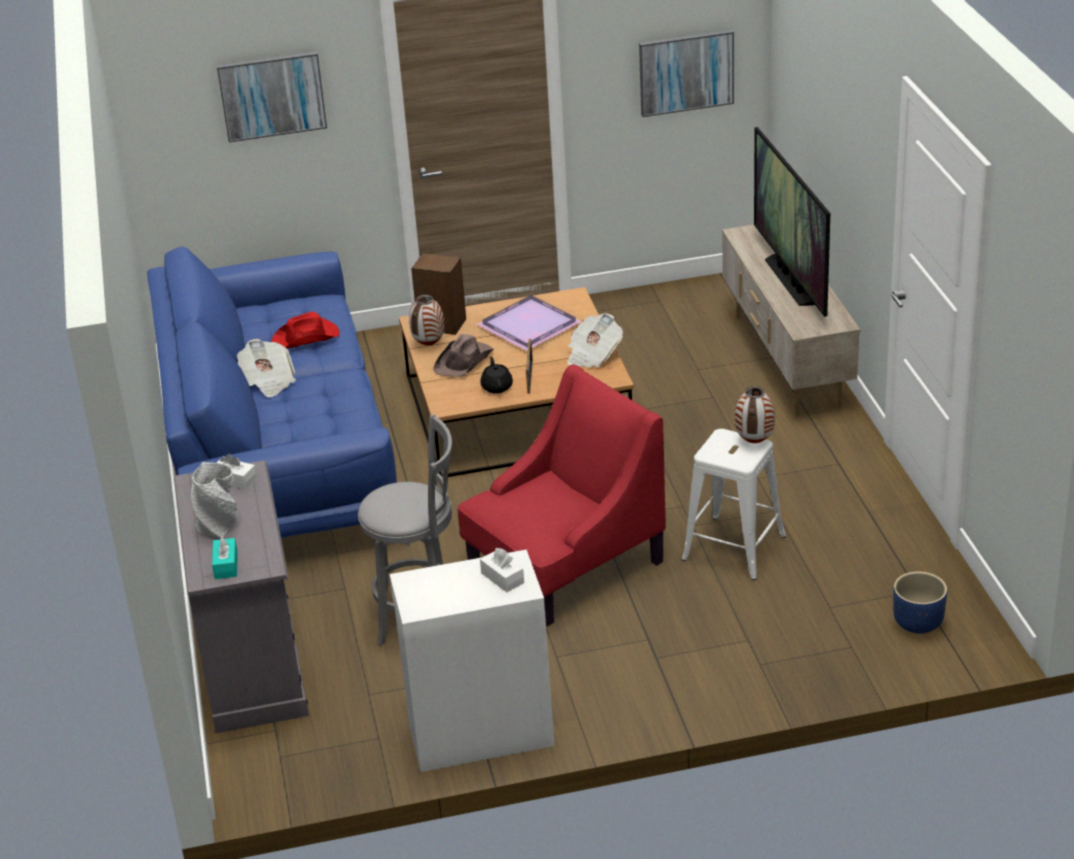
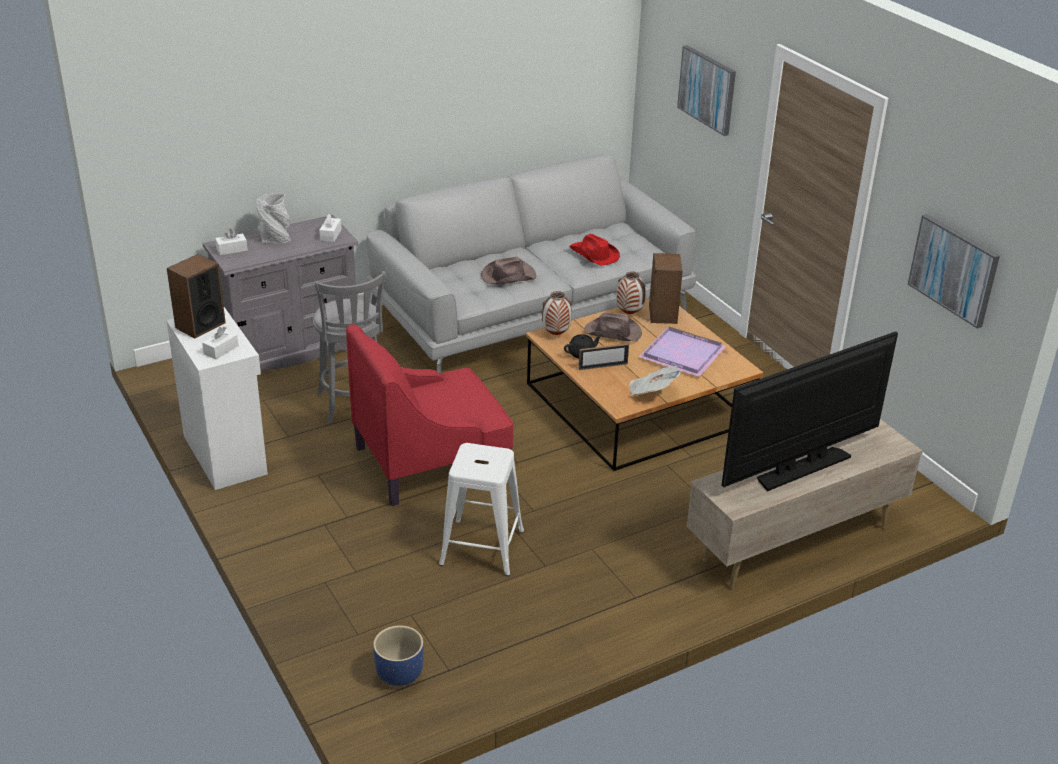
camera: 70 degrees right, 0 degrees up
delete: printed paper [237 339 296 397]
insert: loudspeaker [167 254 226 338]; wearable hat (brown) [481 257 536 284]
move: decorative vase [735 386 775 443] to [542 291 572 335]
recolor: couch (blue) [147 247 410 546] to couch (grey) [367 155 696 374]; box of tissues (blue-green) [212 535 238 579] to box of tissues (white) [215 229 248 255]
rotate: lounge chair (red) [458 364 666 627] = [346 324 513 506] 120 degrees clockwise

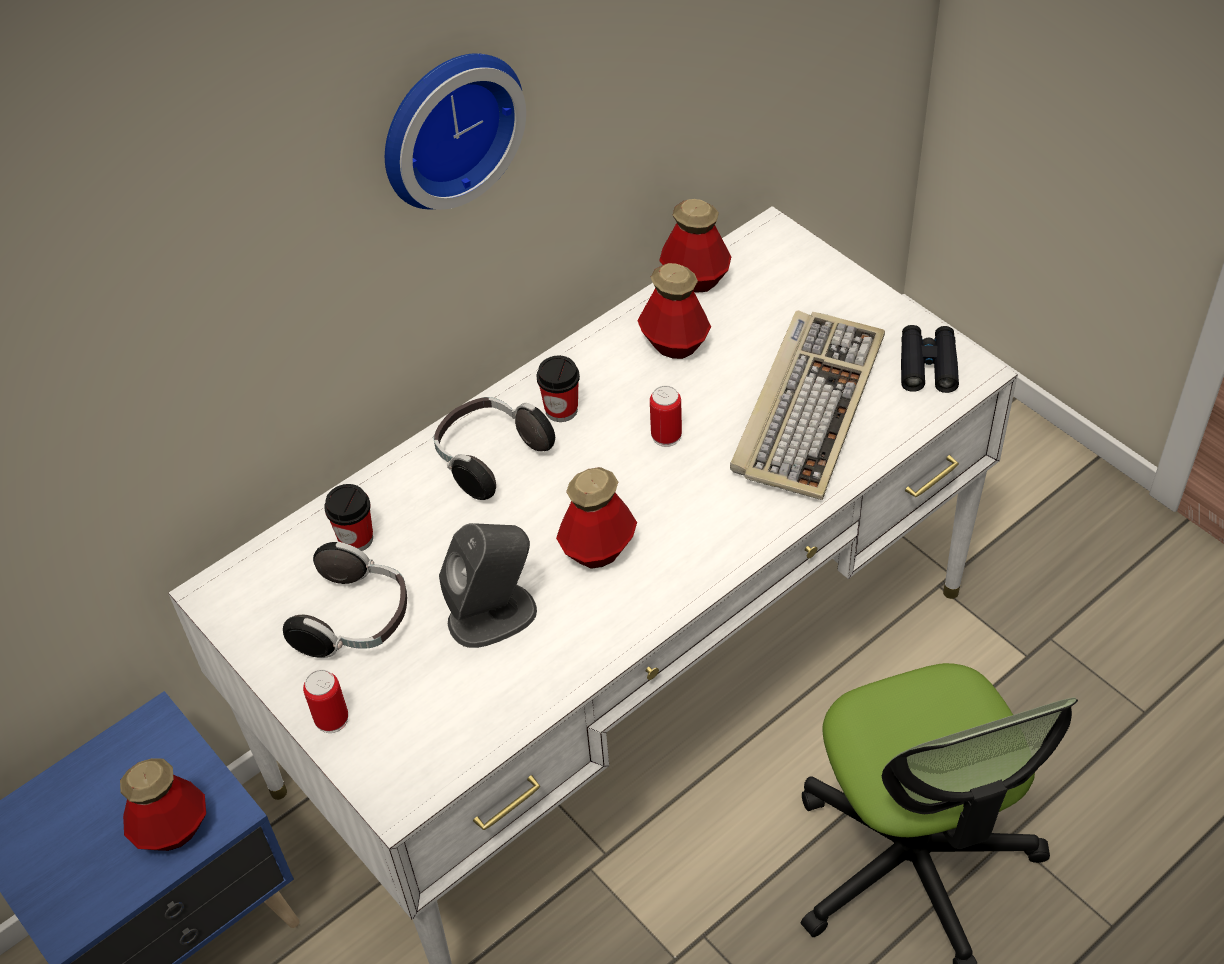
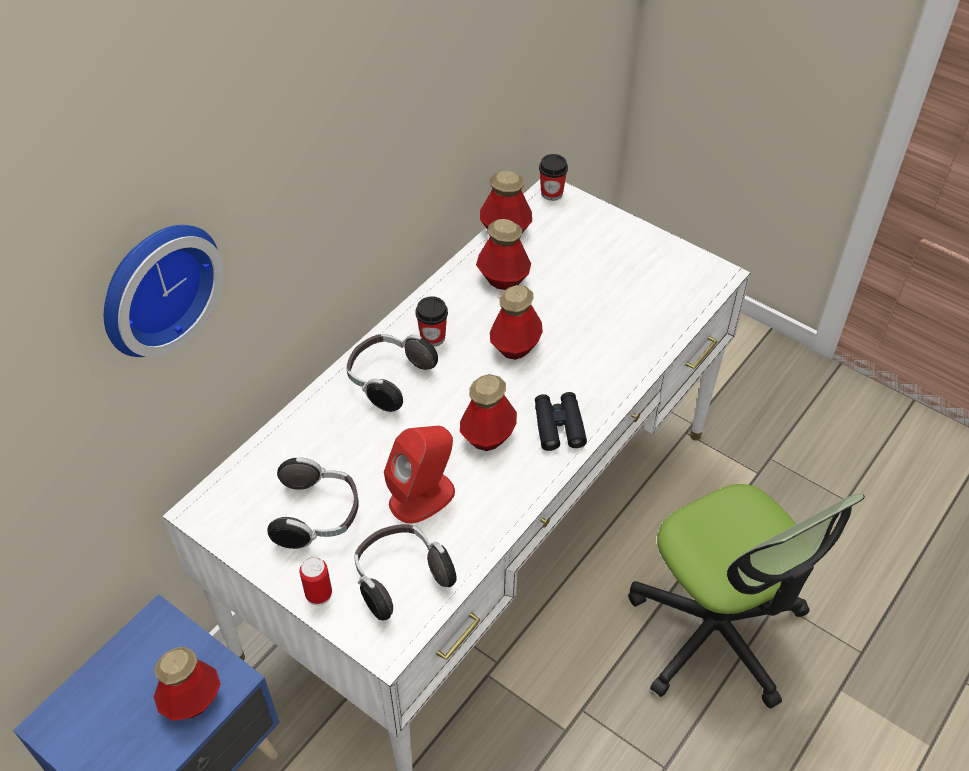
camera: 15 degrees left, 0 degrees up
delete: PC keyboard [730 310 885 500]
insert: headphones [354 524 457 620]
move: clock on the wall [385 53 526 210] to [104 225 223 357]; pair of binoculars (black-coloured) [901 325 959 393] to [535 392 587 451]; drinking cup [324 484 373 551] to [539 154 568 201]
replace: sealed can [650 386 682 447] to drink bottle [490 285 543 360]
recolor: loudspeaker (grey) [439 523 537 648] to loudspeaker (red) [384 426 455 524]

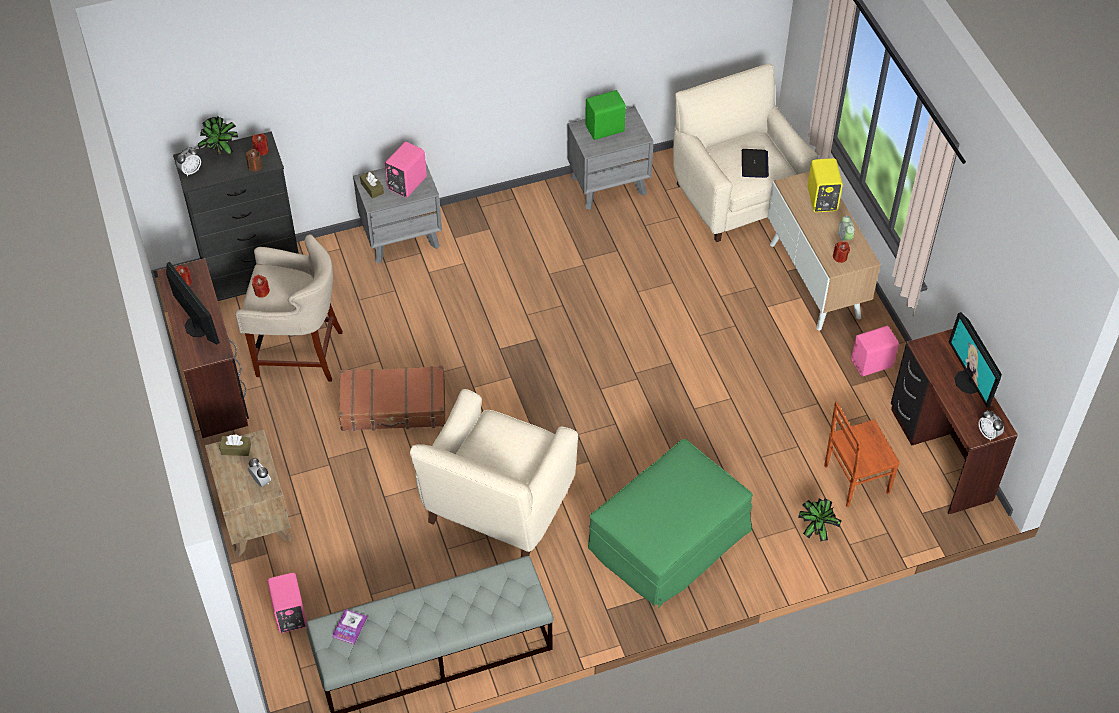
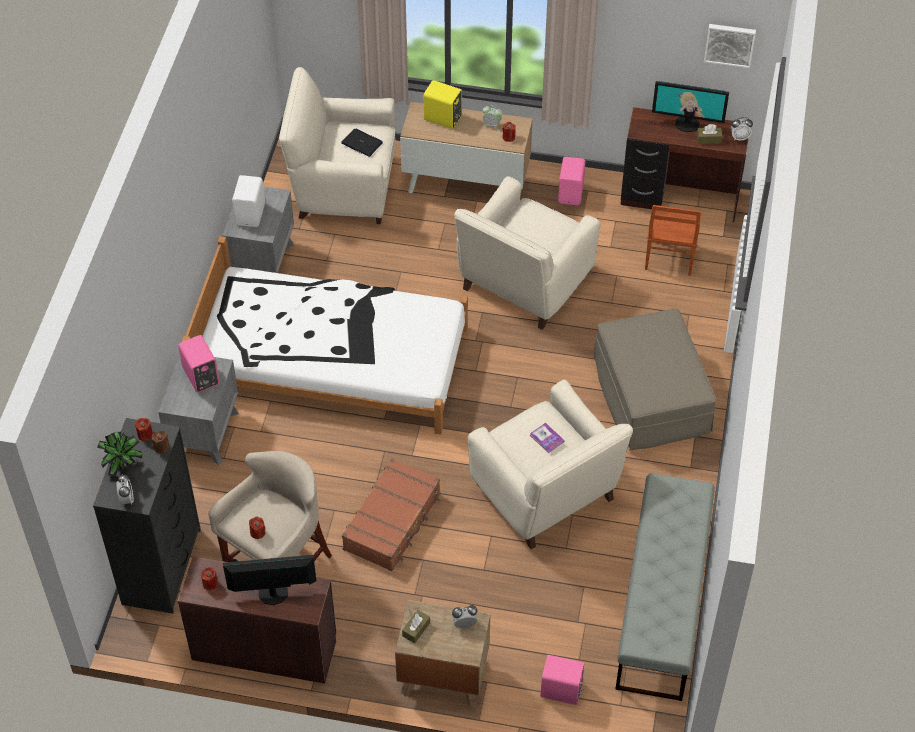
camera: 60 degrees left, 0 degrees up
delete: plant in a pot [798 498 842 542]
insert: wall art [704 24 756 68]; lounge chair (beige-coloured) [454 176 600 330]; sleeping bed (white) [181 236 468 435]
move: box of tissues (brown) [360 171 384 199] to [697 124 723 144]; volume [332 609 368 645] to [530 423 564 453]
recolor: loudspeaker (greenish) [585 90 626 140] to loudspeaker (white) [232 175 265 227]; footrest (greenish) [588 439 753 608] to footrest (beige-coloured) [594 309 716 451]

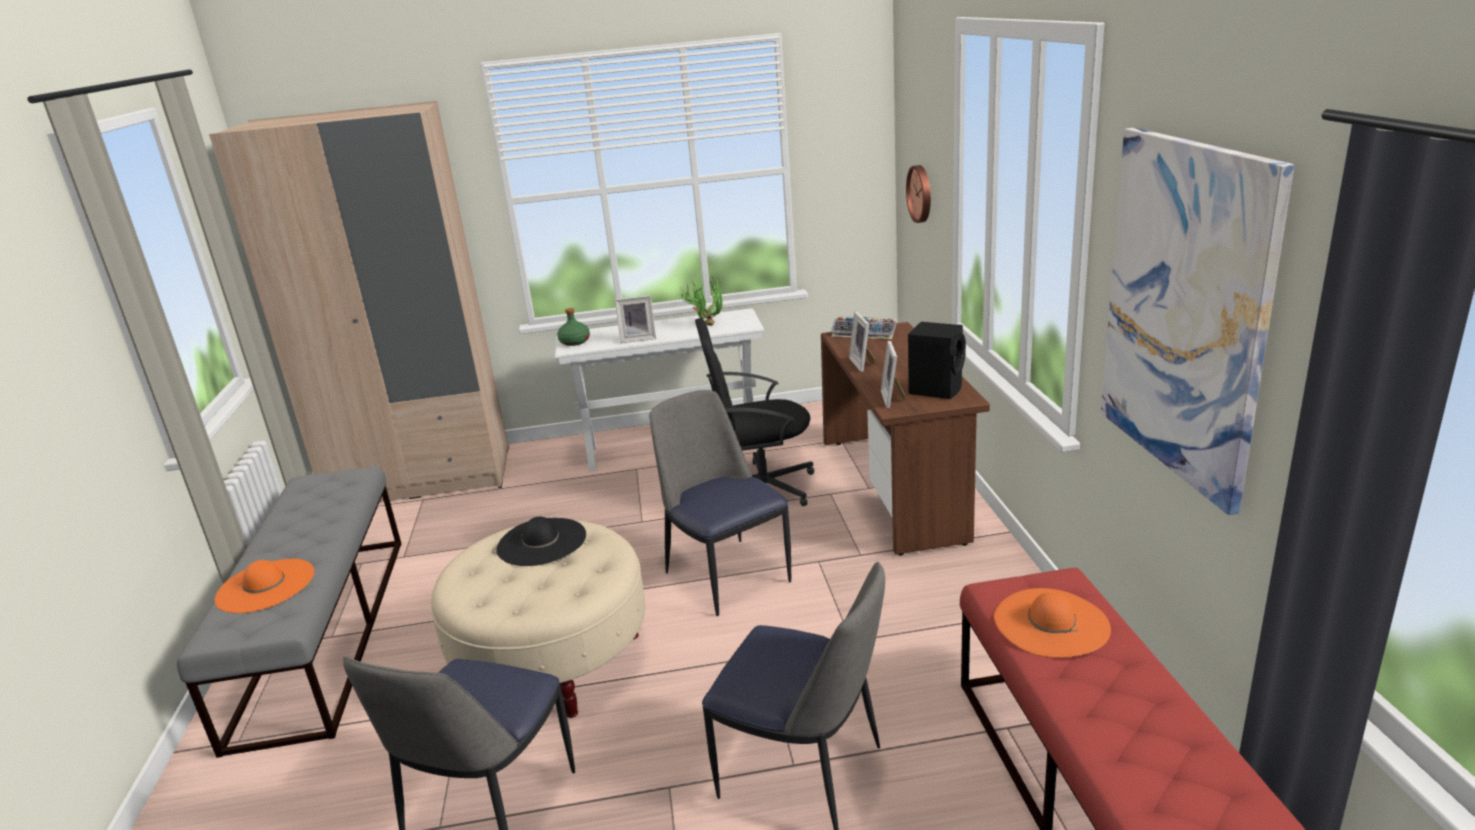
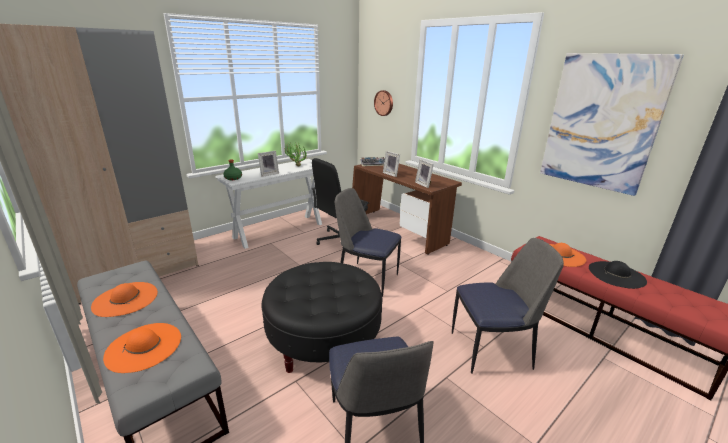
camera: 35 degrees left, 0 degrees up
delete: loudspeaker (black-coloured) [908 322 966 399]
insert: wearable hat (orange-coloured) [91 282 158 317]
move: wearable hat (black-coloured) [496 516 586 566] to [589 261 647 289]
recolor: footrest (beige-coloured) [431 520 645 718] to footrest (black-coloured) [261 262 382 373]

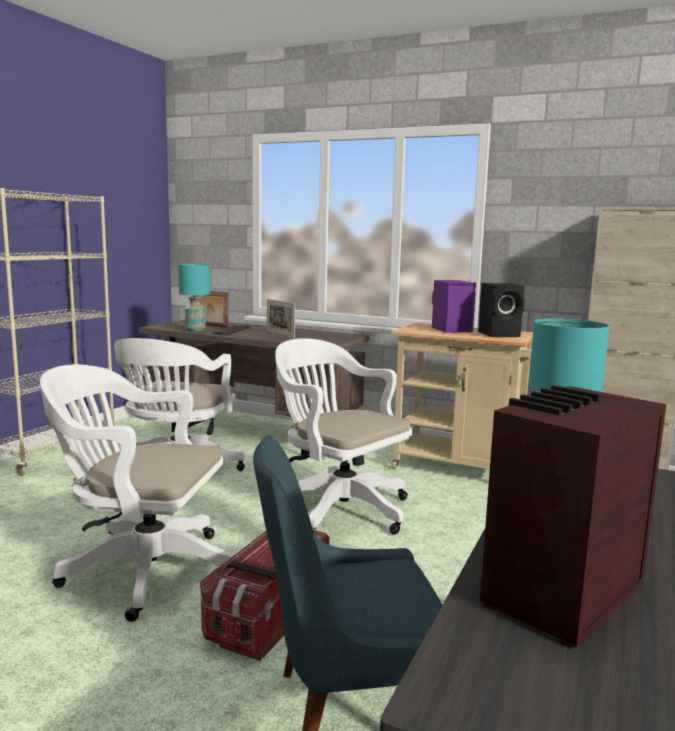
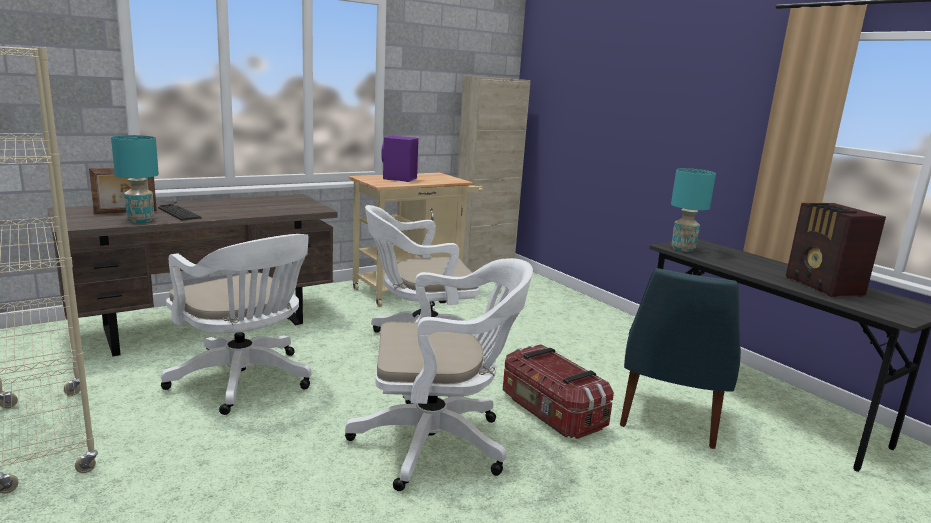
camera: 60 degrees left, 5 degrees up
delete: loudspeaker (black-coloured) [478 283 525 337]; standing frame [267 299 295 338]
rotate: computer chair (white) [40 365 235 622] = [345 258 533 491] 135 degrees counterclockwise

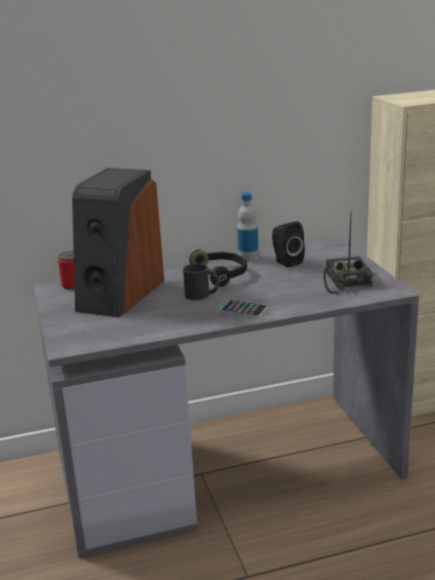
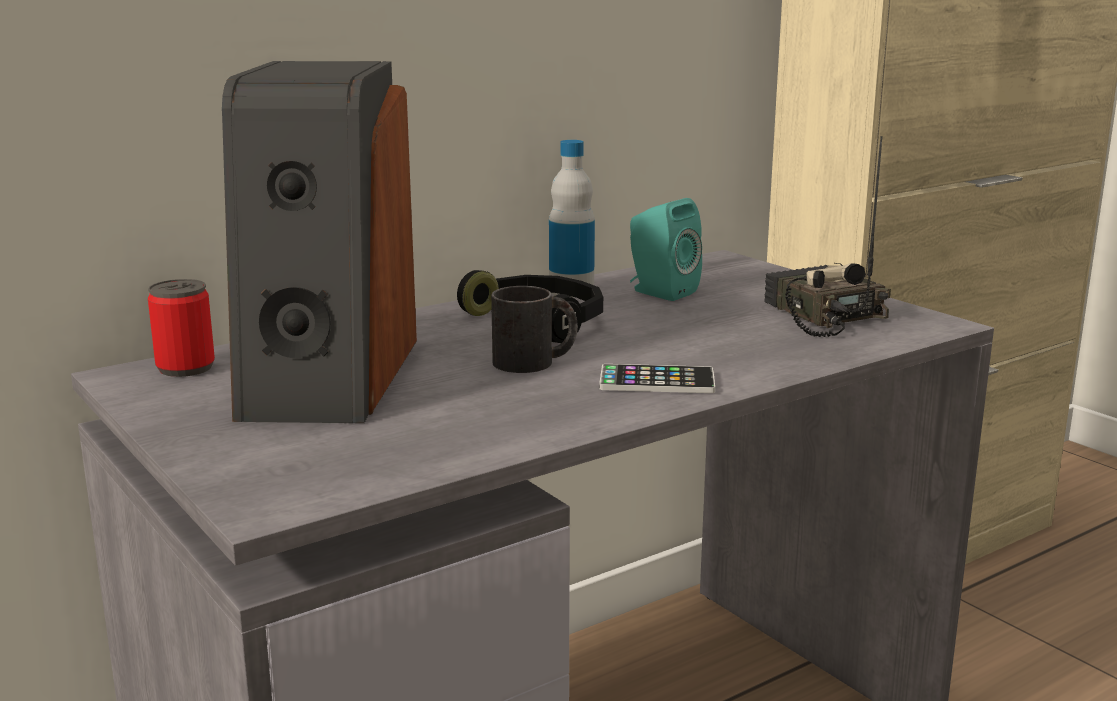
camera: 20 degrees left, 5 degrees down
recolor: loudspeaker (black-coloured) [272 221 305 267] to loudspeaker (blue-green) [630 198 702 301]

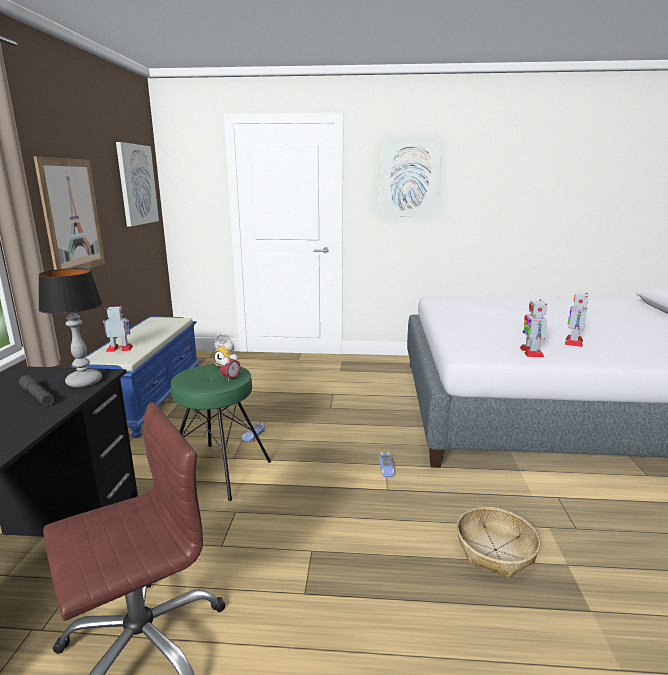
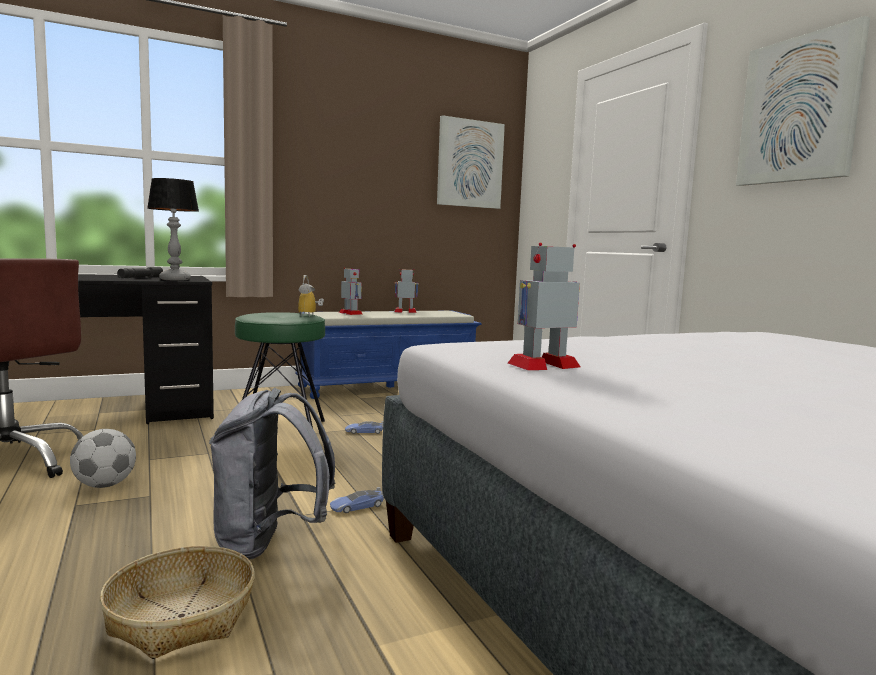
camera: 60 degrees right, 10 degrees down
delete: wall art [33 156 105 270]; bedside clock [220 352 241 381]
insert: backpack (grey) [209 388 335 560]; football [70 429 136 488]
move: toy robot [565 293 588 347] to [394 268 419 313]

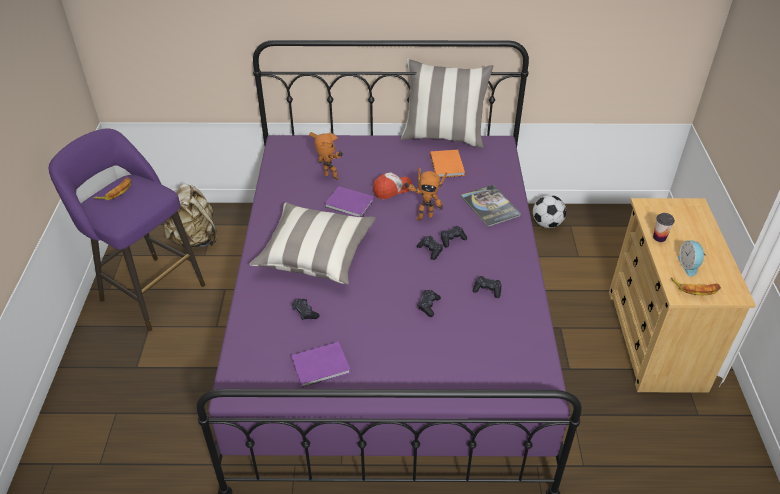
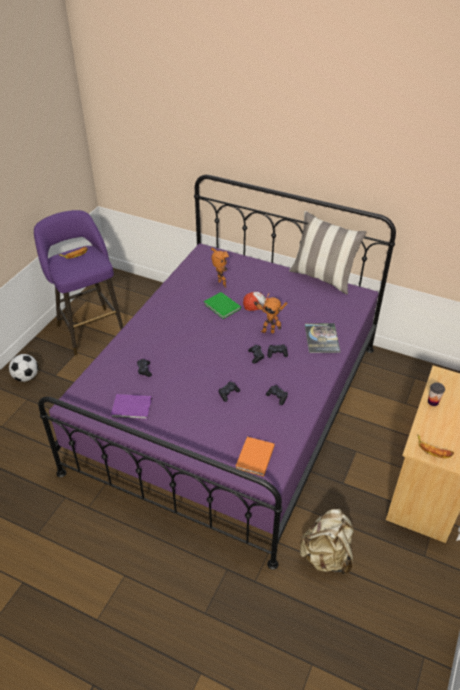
camera: 25 degrees right, 0 degrees up
delete: pillow [250 203 376 285]; bedside clock [678 240 706 277]
move: volume (orange-coloured) [430 150 465 178] to [236 437 275 477]; backpack (beige-coloured) [164 184 217 248] to [300 509 354 574]; football [533 195 566 228] to [9 354 38 382]
recolor: volume (purple) [325 186 374 217] to volume (greenish) [204 292 241 319]

